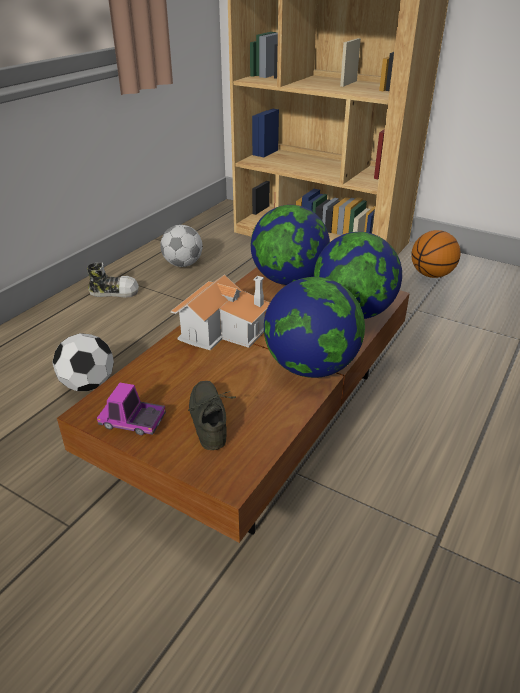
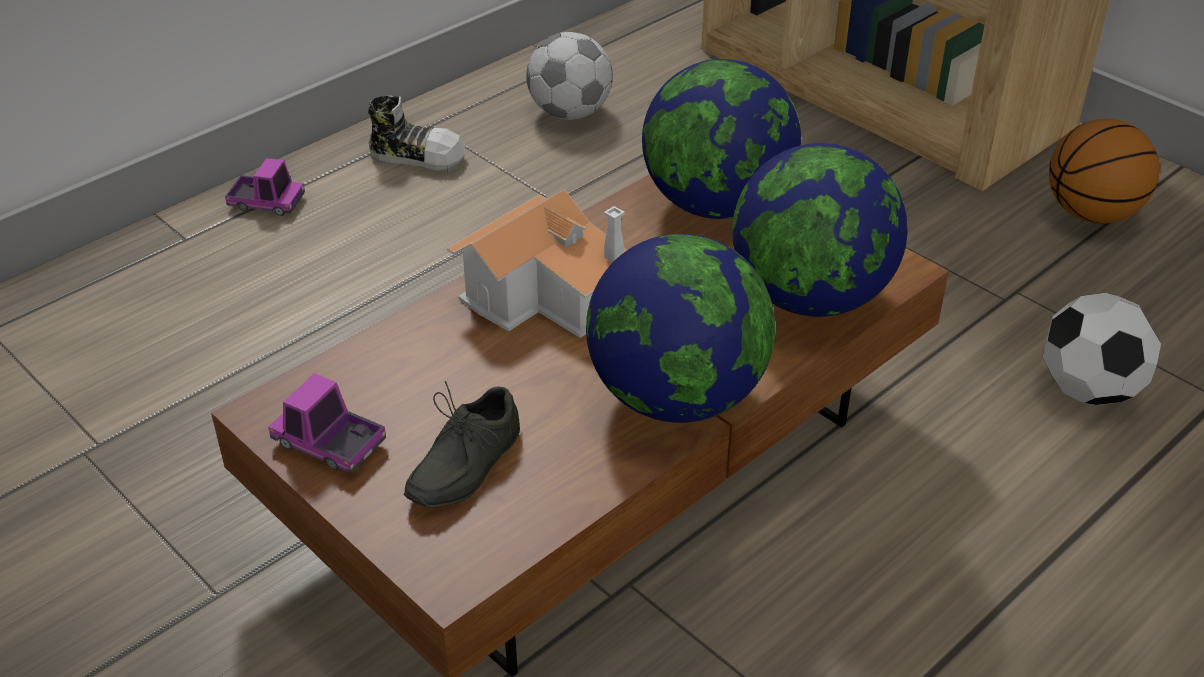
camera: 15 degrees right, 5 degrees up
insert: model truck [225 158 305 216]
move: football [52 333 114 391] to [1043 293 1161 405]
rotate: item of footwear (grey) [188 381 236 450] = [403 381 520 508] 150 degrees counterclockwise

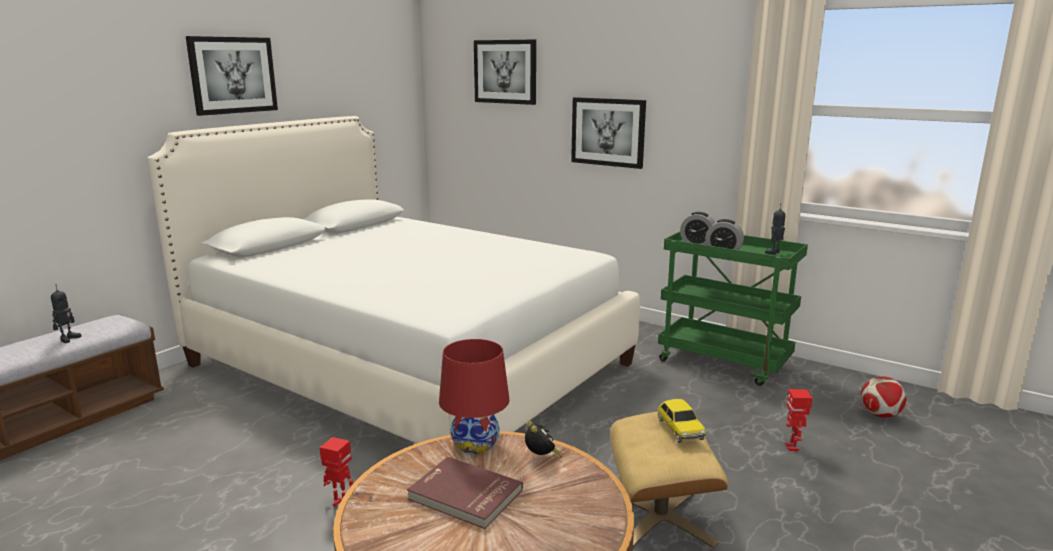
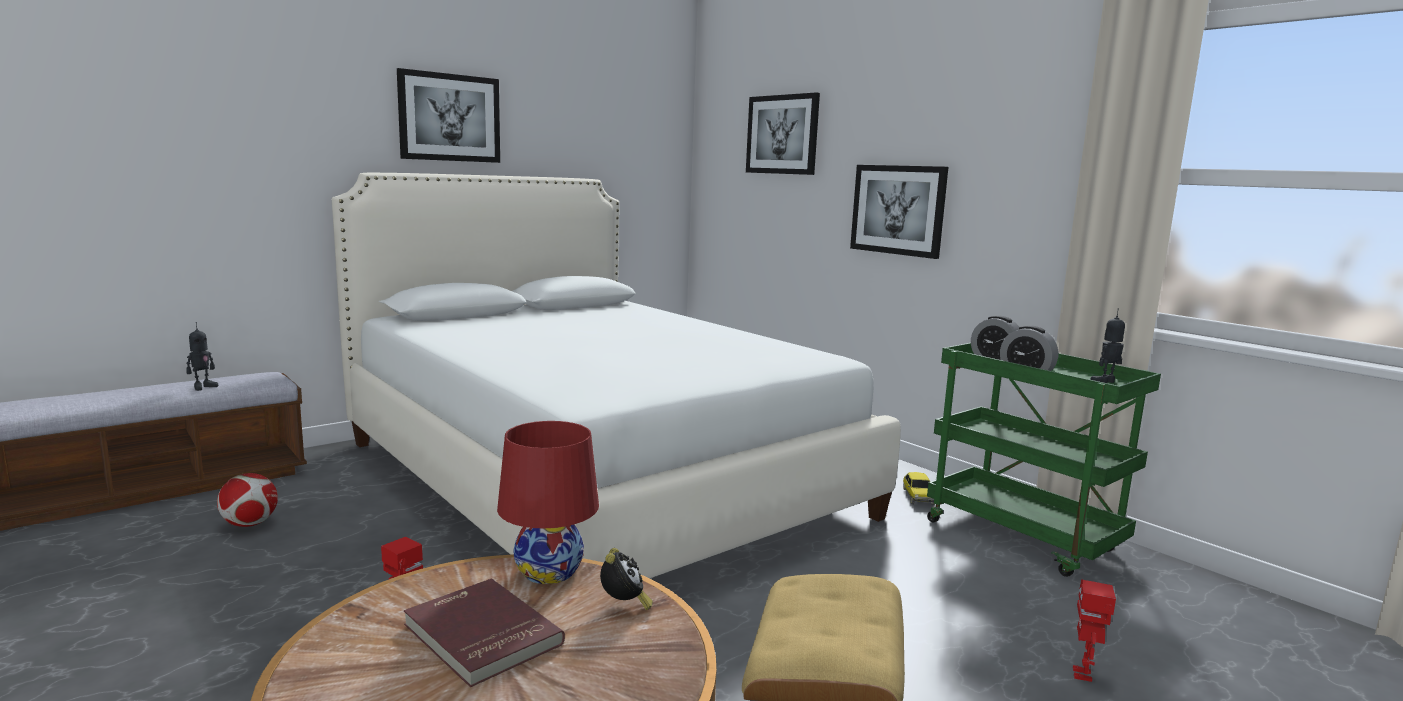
camera: 15 degrees right, 5 degrees down
move: football [861 376 907 418] to [217 473 278 527]; miniature car [658 399 706 443] to [903 472 935 505]

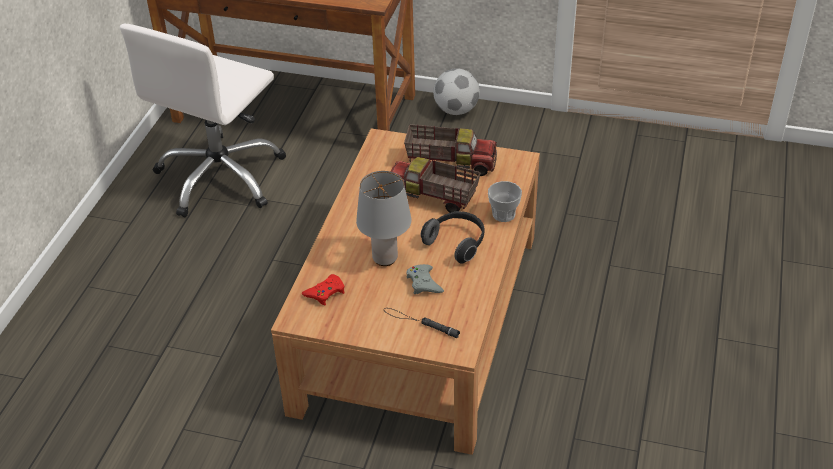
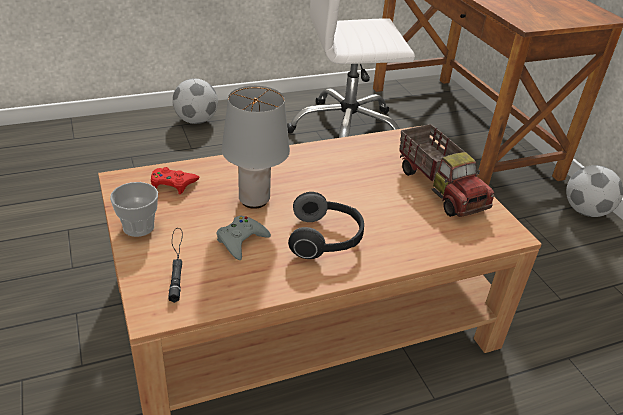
camera: 50 degrees right, 5 degrees down
delete: model truck [391 157 481 213]
insert: football [172 78 218 124]
move: drinking cup [488 181 522 222] to [110 182 158 237]

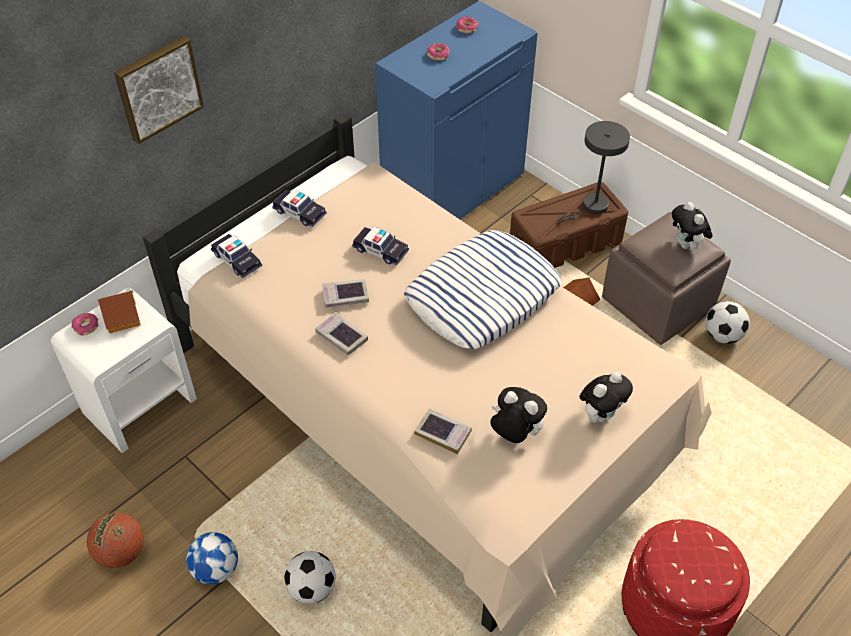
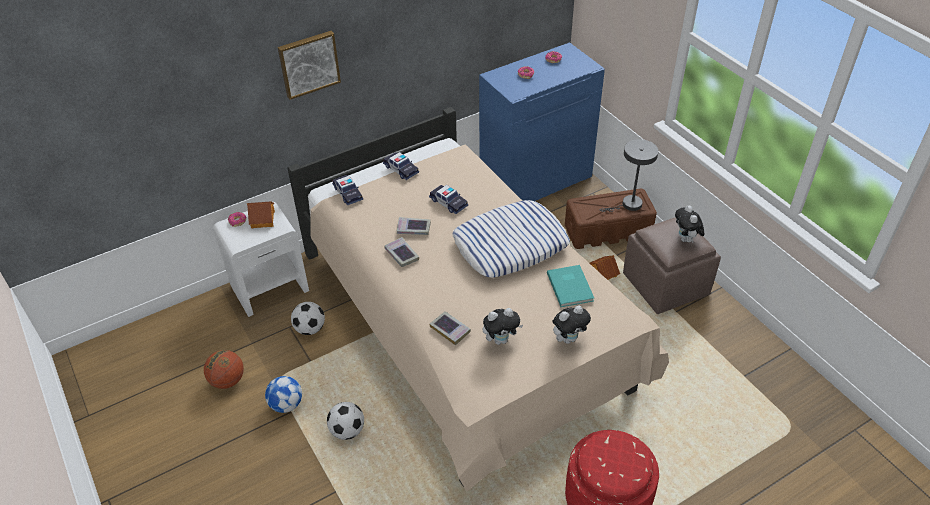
camera: 15 degrees right, 5 degrees down
insert: volume (blue-green) [547 265 594 307]
move: football [705 301 750 344] to [291 302 325 335]
rotate: plush toy [490 387 547 443] = [483 308 523 345] 120 degrees clockwise

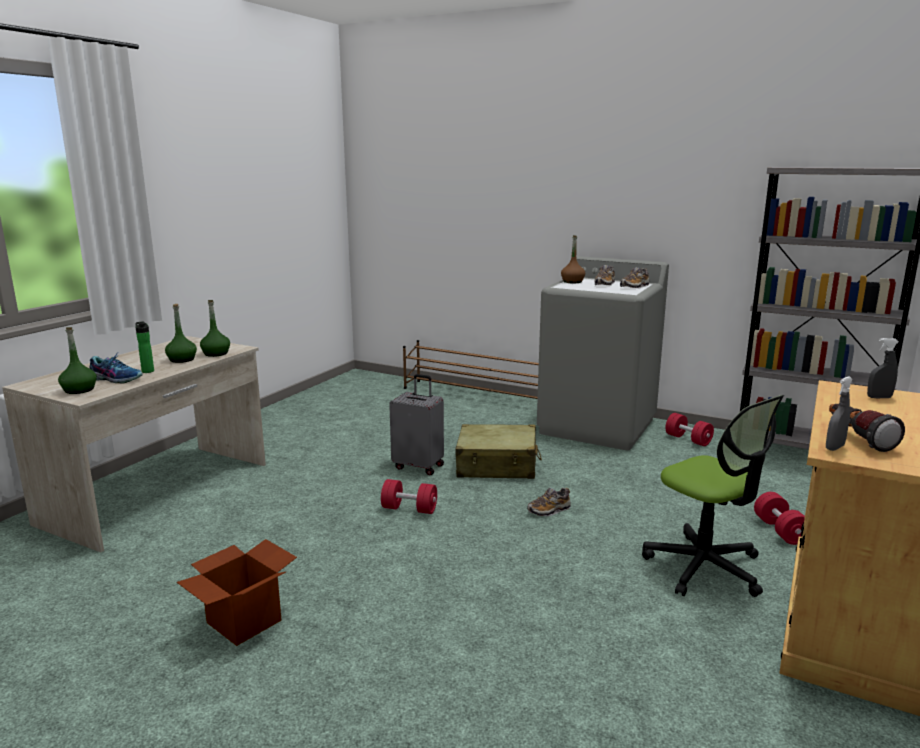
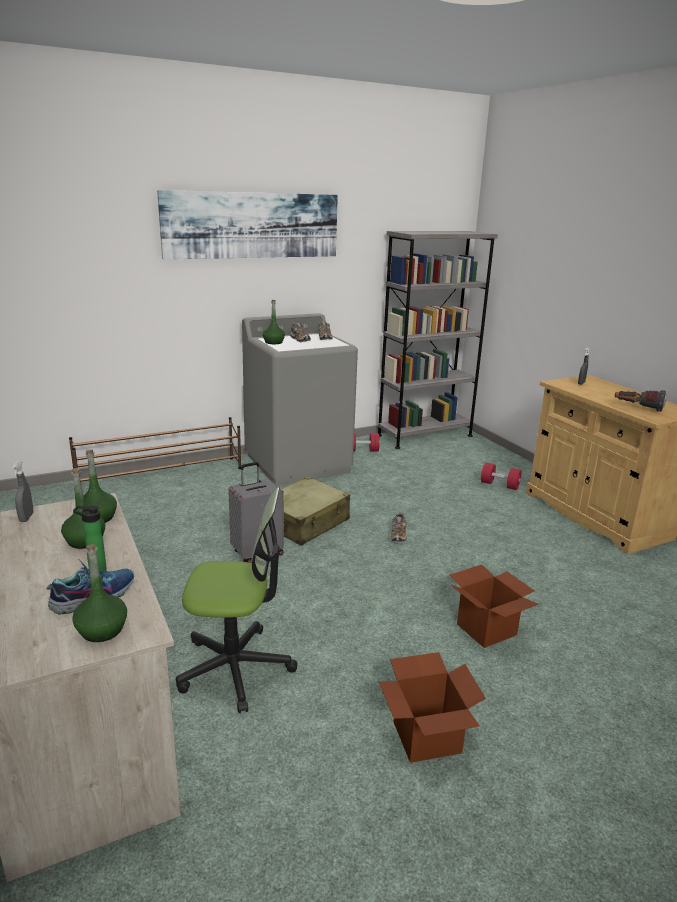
camera: 55 degrees left, 5 degrees up
delete: free weight (red) [381 479 437 514]
insert: wall art [157 190 338 259]; packing box [449 565 539 648]
move: sprayer (grey) [826 376 853 451] to [12 461 33 522]; computer chair [642 395 784 597] to [176 487 297 713]
recolor: drink bottle (brown) [561 235 585 283] to drink bottle (greenish) [263 300 285 344]

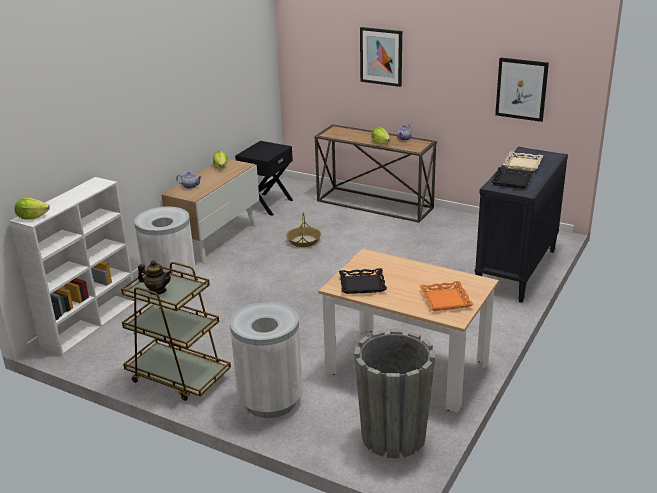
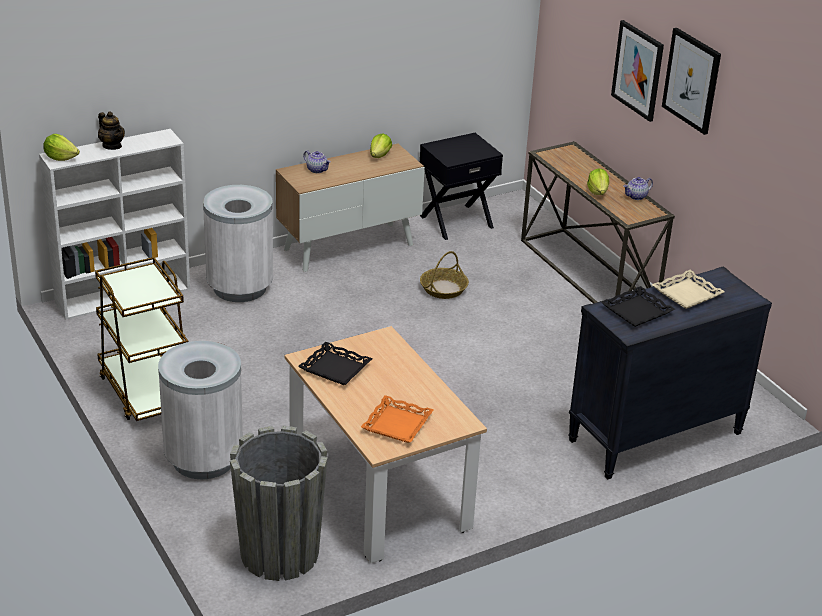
camera: 30 degrees right, 5 degrees up
move: wall art [495 57 549 122] to [662 28 721 135]; tea pot [138 260 172 295] to [98 112 125 150]

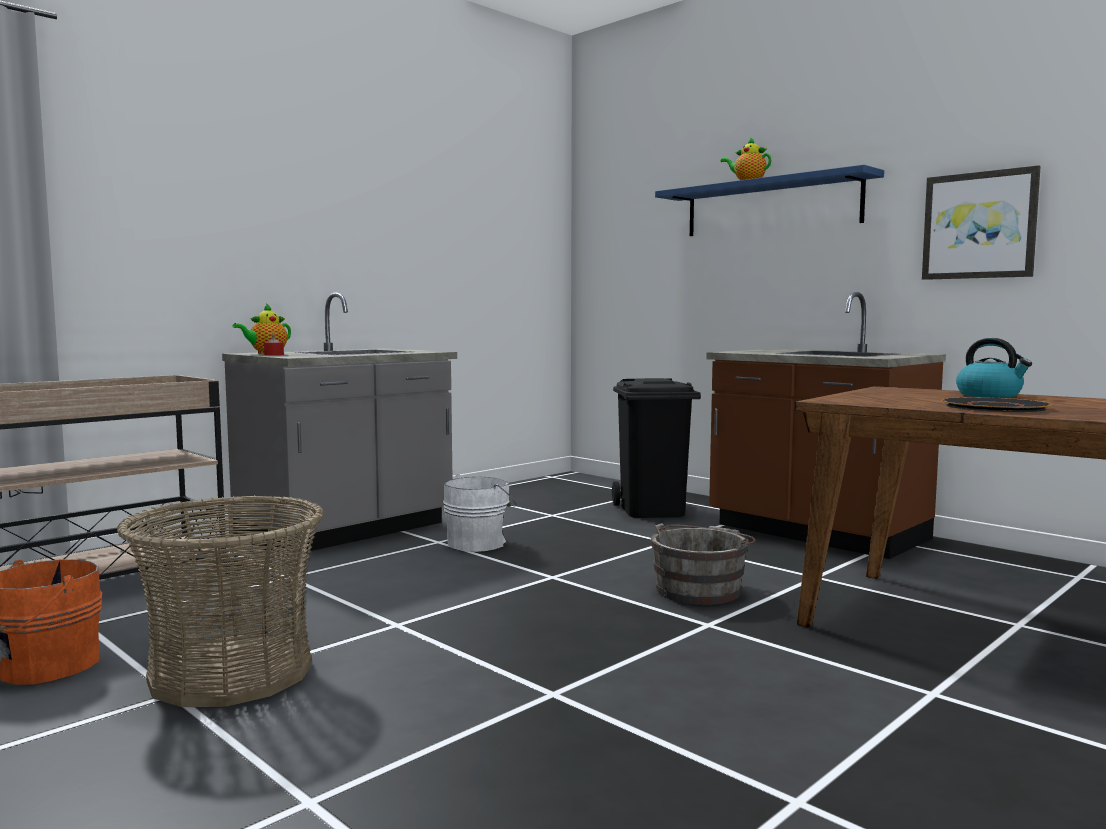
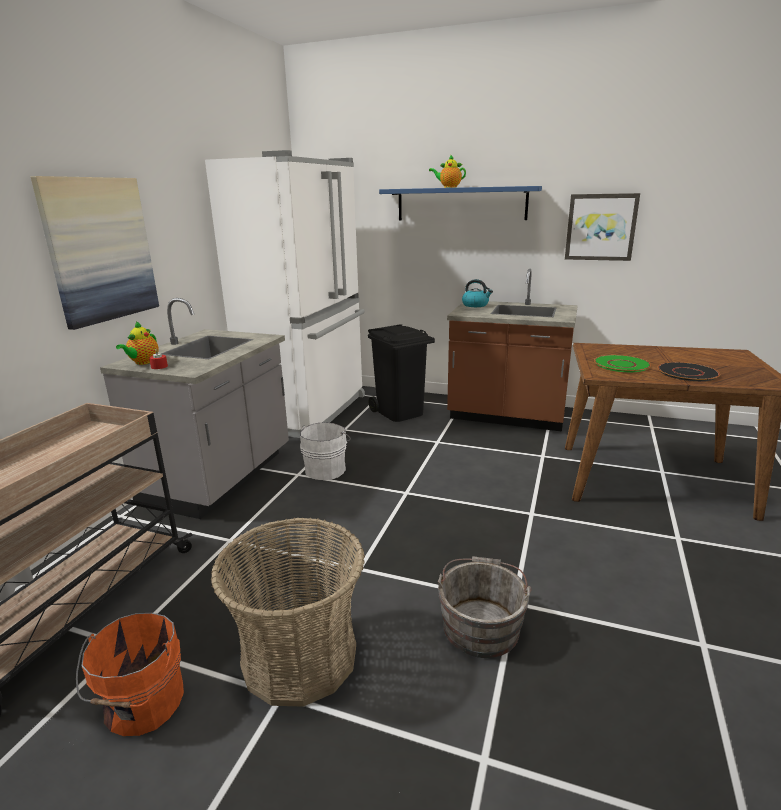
camera: 25 degrees left, 15 degrees up
insert: fridge (white) [205 150 365 438]; wall art [31 176 159 330]; plate (greenish) [594 355 651 372]
move: water kettle [956 338 1032 398] to [462 279 493 307]; water bucket (grey) [651 523 755 605] to [438 556 532 658]

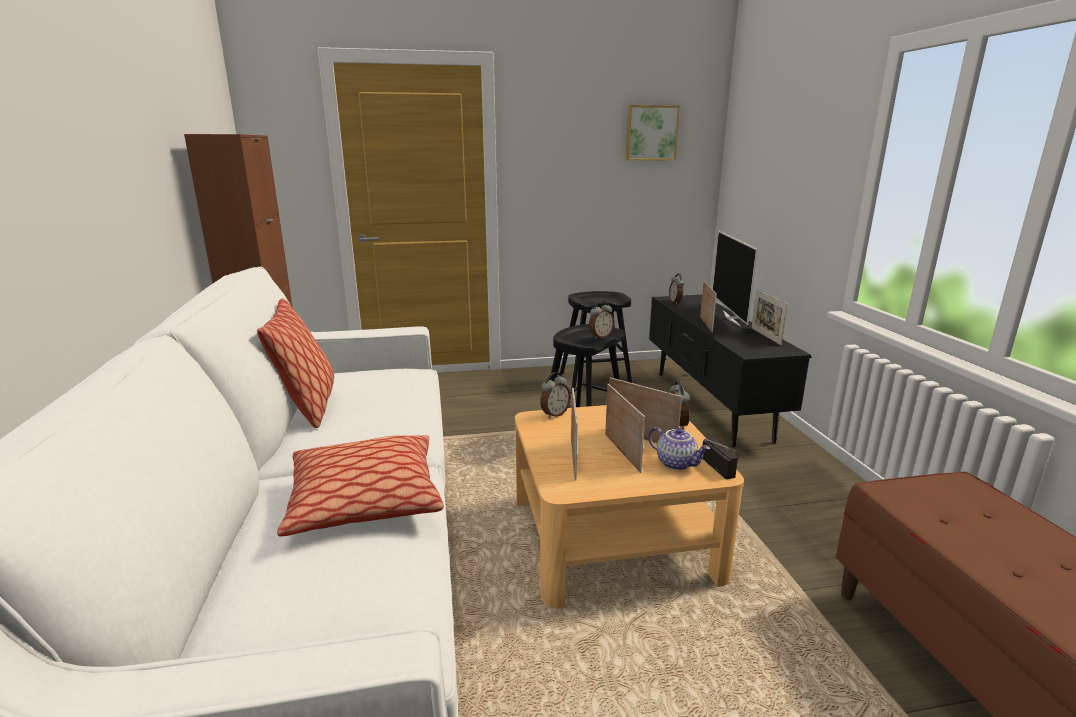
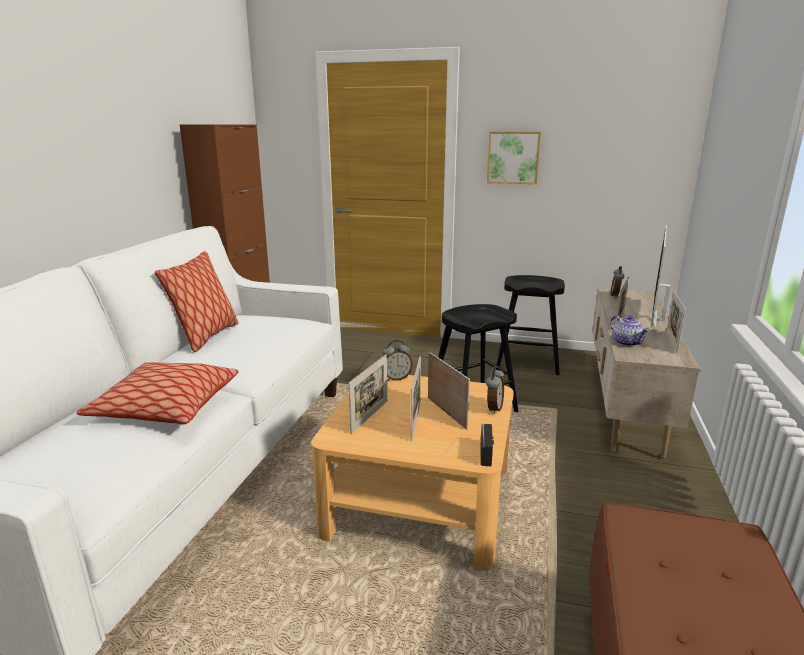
camera: 25 degrees right, 0 degrees up
delete: bedside clock [589 301 614 339]
move: wall art [626 105 680 161] to [487 131 541 184]; tea pot [648 427 710 470] to [610 315 650 347]
recolor: media console (black-coloured) [649 295 812 447] to media console (beige-coloured) [592 288 701 459]

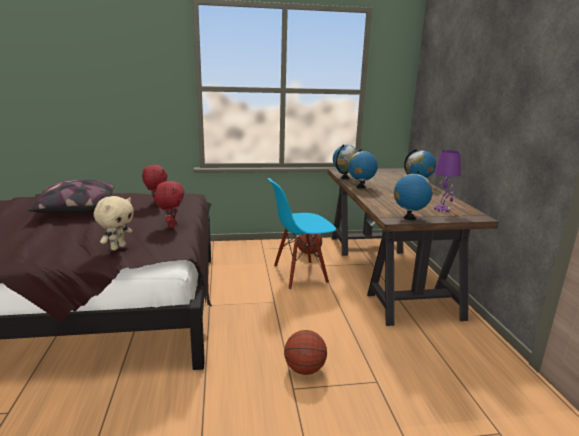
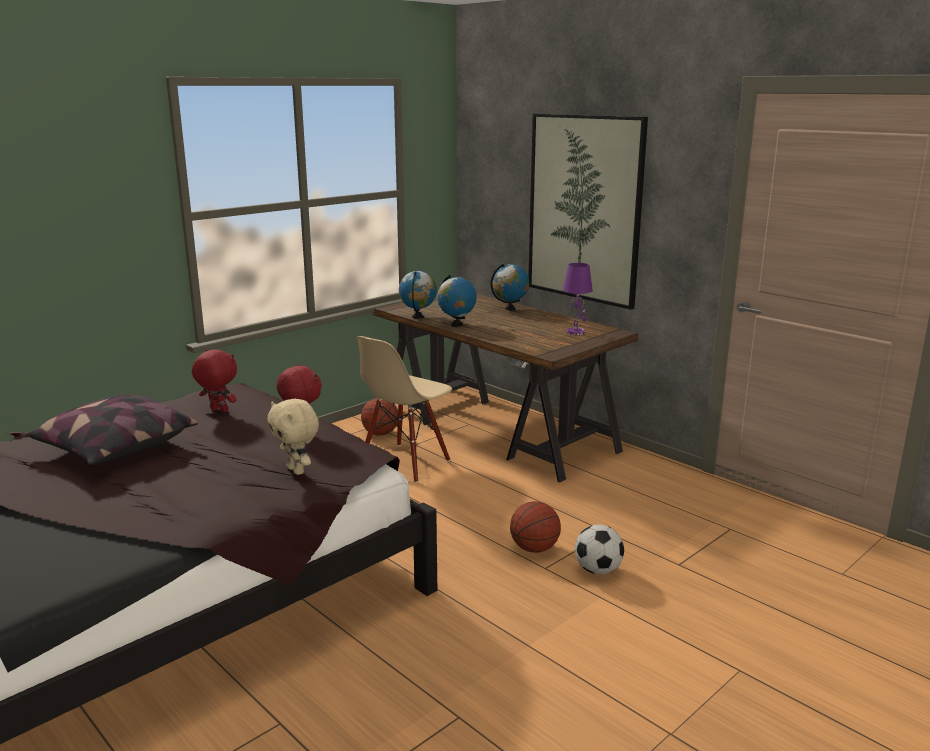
camera: 35 degrees left, 0 degrees up
delete: desk globe [394 171 433 220]
insert: wall art [528 113 648 310]; football [575 525 624 575]
recolor: upright chair (blue) [268 178 336 290] to upright chair (beige-coloured) [357 336 452 483]
rotate: plush toy (beige-coloured) [94 196 134 251] = [267 399 319 475] 150 degrees clockwise

